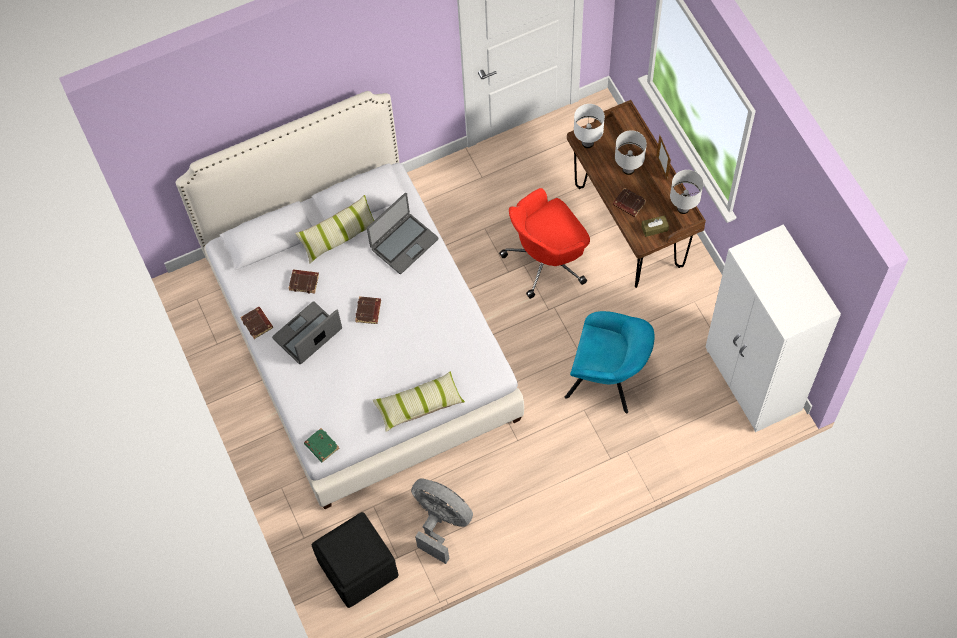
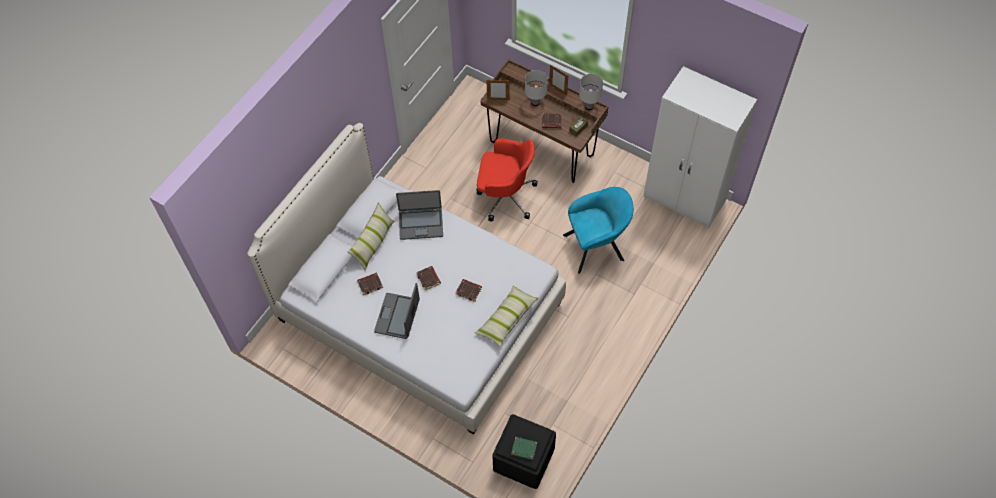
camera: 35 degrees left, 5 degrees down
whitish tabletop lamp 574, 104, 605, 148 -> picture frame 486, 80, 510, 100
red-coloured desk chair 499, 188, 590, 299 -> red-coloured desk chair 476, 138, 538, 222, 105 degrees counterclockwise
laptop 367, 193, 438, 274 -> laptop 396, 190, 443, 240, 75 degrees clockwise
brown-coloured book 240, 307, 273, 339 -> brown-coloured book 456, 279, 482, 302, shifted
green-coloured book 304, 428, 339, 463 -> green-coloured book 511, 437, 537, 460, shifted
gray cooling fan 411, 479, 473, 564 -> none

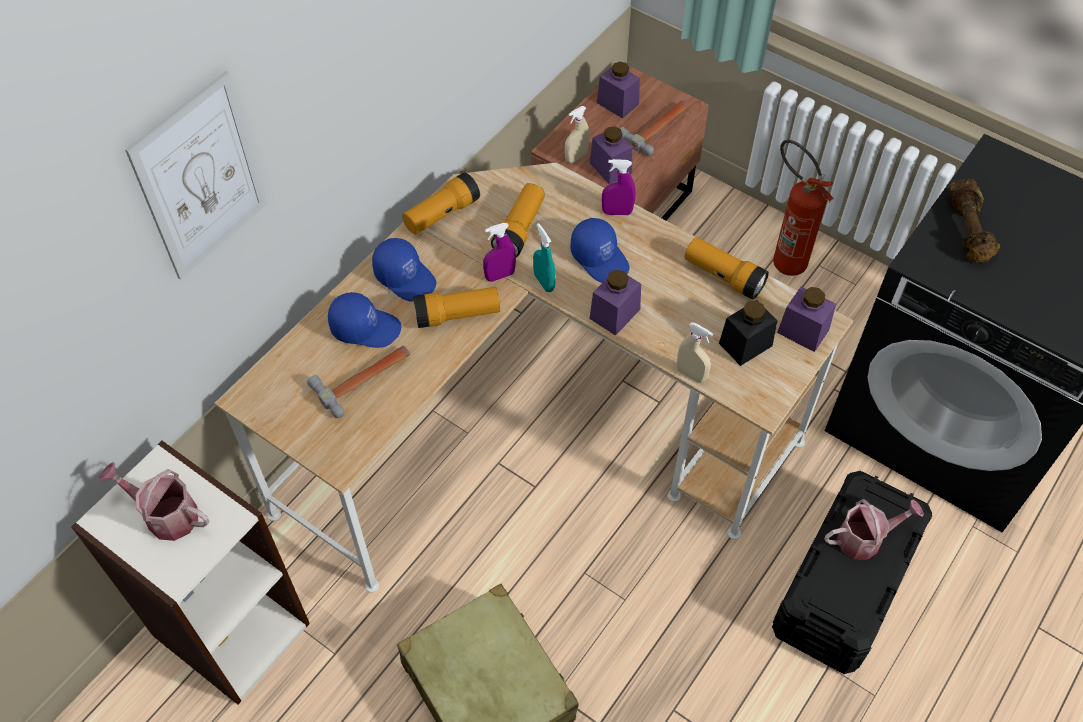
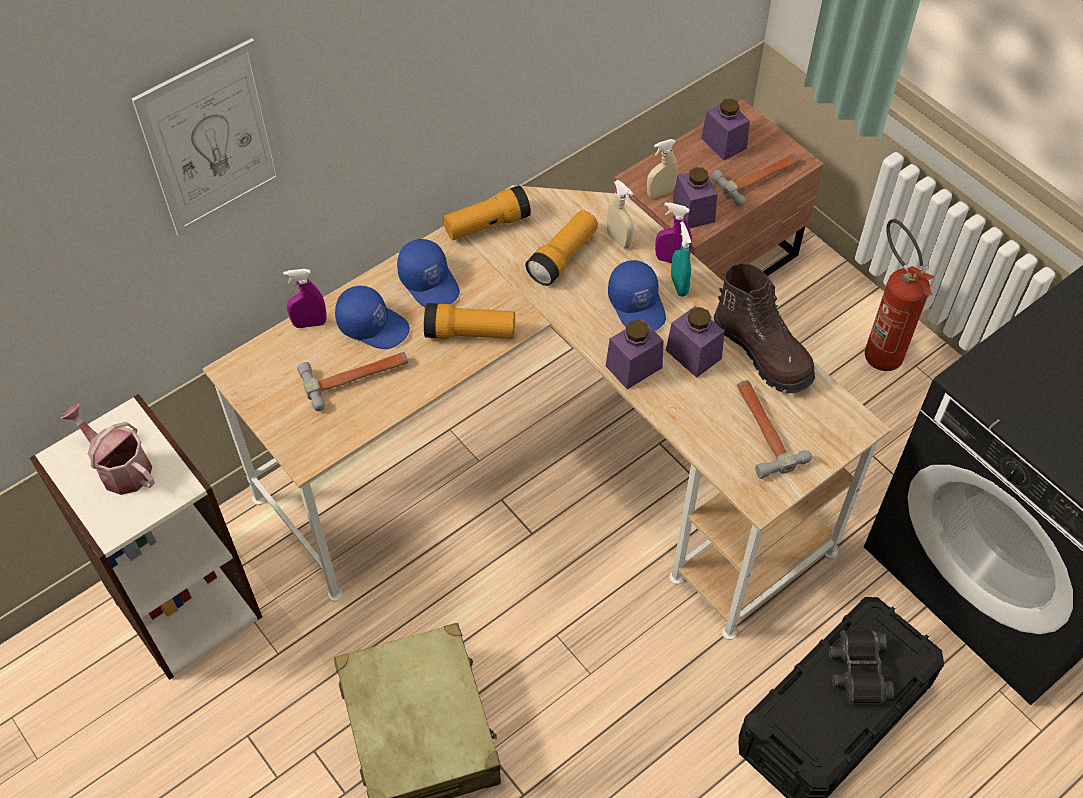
camera: 15 degrees right, 0 degrees up
brown-coloured hand weight 950, 179, 1000, 263 -> none
purple hand sprayer 483, 223, 516, 282 -> purple hand sprayer 283, 269, 327, 328, shifted
turquoise-coloured hand sprayer 533, 223, 555, 292 -> turquoise-coloured hand sprayer 671, 221, 692, 297, shifted
torch 685, 237, 769, 299 -> brown-coloured high-top boot 714, 263, 815, 393
purple storage jar 777, 287, 836, 352 -> purple storage jar 666, 306, 725, 378, shifted
blackish storage jar 719, 300, 778, 366 -> hammer 737, 380, 812, 479
sand-coloured hand sprayer 677, 322, 713, 383 -> sand-coloured hand sprayer 607, 180, 634, 248, shifted
watering can 824, 499, 924, 560 -> blackish pair of binoculars 829, 630, 894, 704

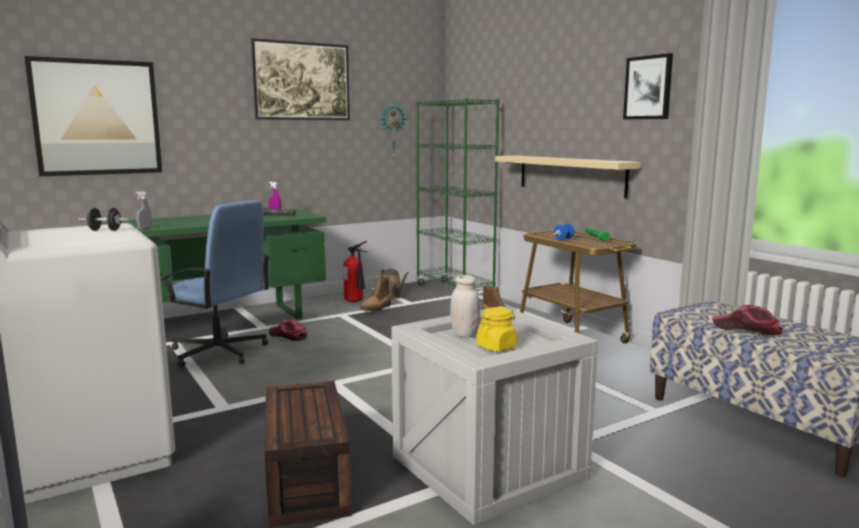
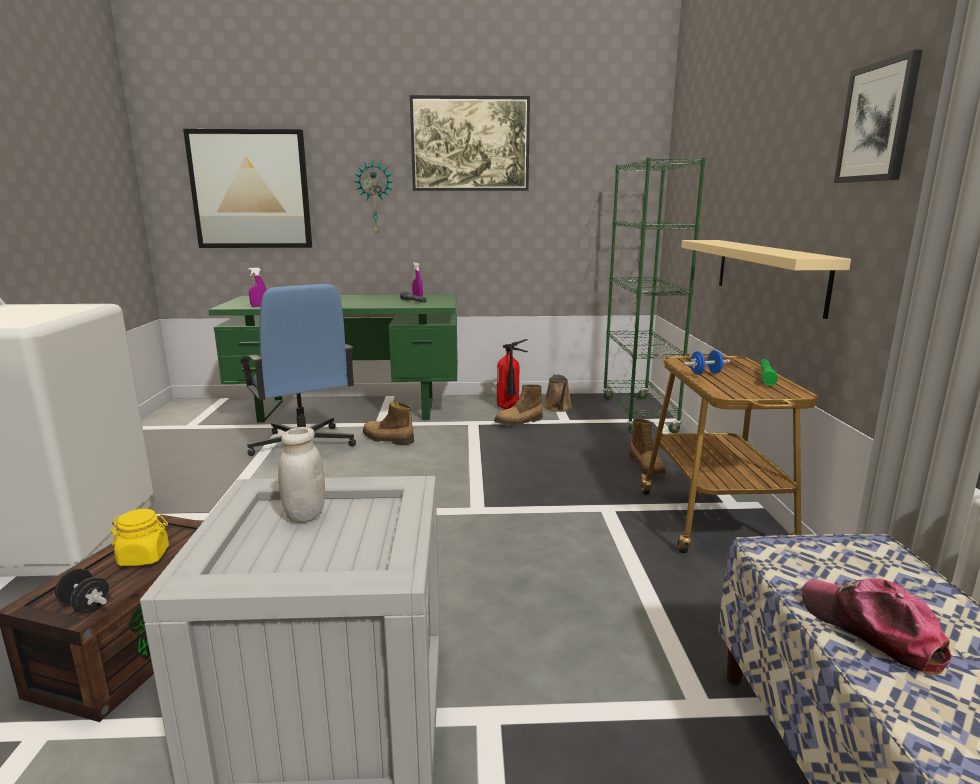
camera: 30 degrees right, 5 degrees up
hanging clock 380, 102, 406, 159 -> hanging clock 353, 161, 394, 236, shifted
gray hand sprayer 136, 191, 152, 230 -> purple hand sprayer 248, 267, 266, 307
blackish hand weight 79, 208, 130, 231 -> blackish hand weight 55, 568, 109, 613, shifted
yellow-coloured storage jar 477, 307, 517, 351 -> yellow-coloured storage jar 111, 509, 169, 566, shifted
peaked cap 269, 319, 307, 341 -> high-top boot 363, 401, 414, 445

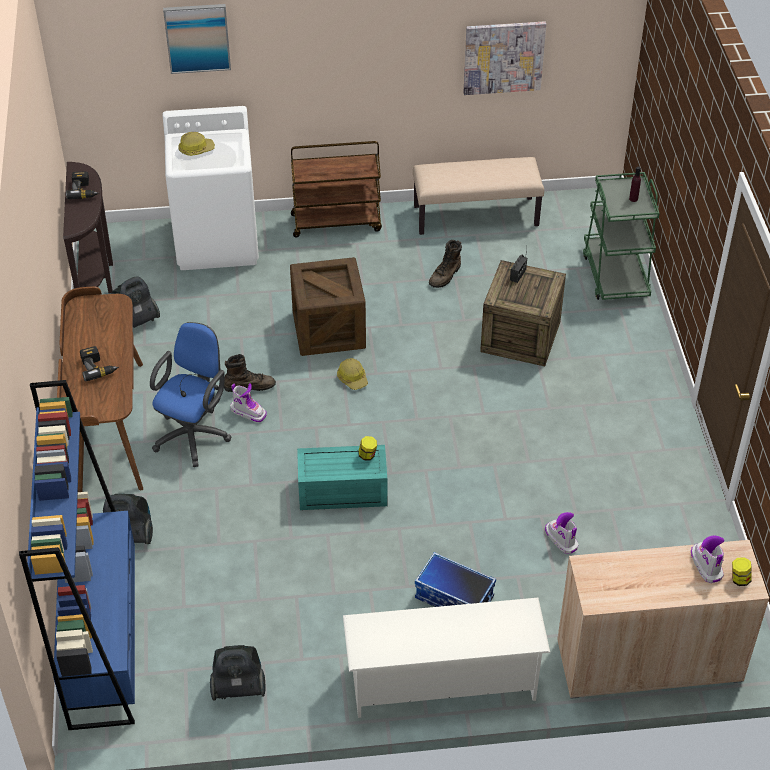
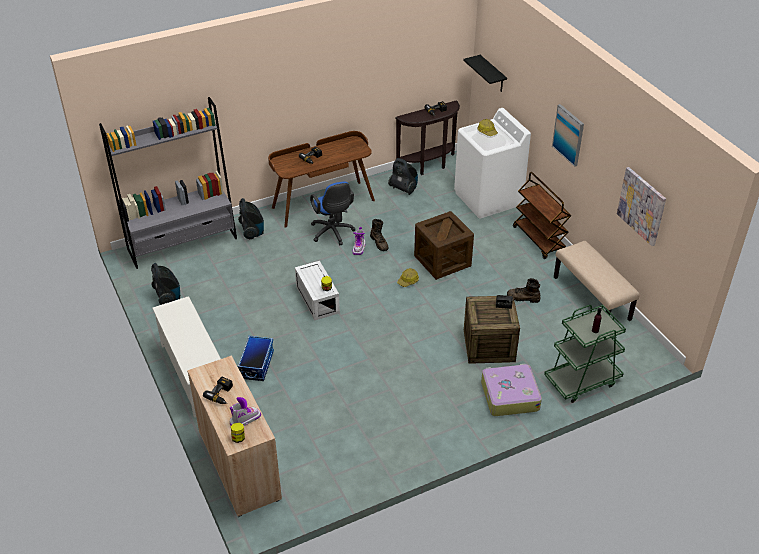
camera: 70 degrees right, 5 degrees down
wall picture 163, 4, 231, 74 -> wall picture 552, 104, 584, 167, shifted
bluish desk chair 150, 322, 231, 467 -> bluish desk chair 310, 182, 356, 245, 60 degrees clockwise
bluish bookcase 19, 380, 135, 730 -> gray bookcase 99, 97, 237, 269
turquoise-coloured storage container 297, 445, 387, 510 -> whitish storage container 295, 261, 340, 321
high-top boot 545, 512, 579, 554 -> none
none -> blackish bracket shelf 463, 55, 507, 92
none -> travel case 481, 364, 542, 416
none -> drill 203, 377, 233, 404

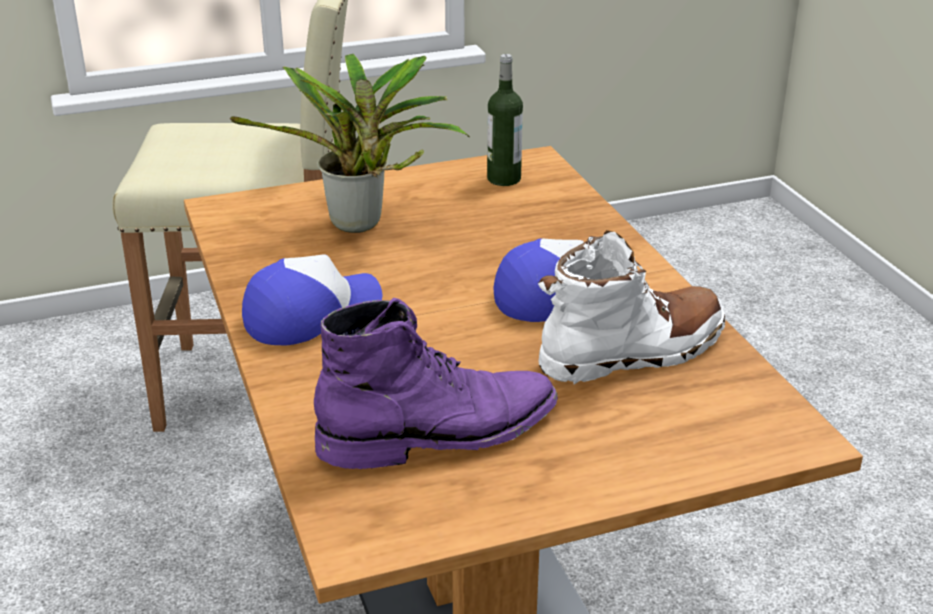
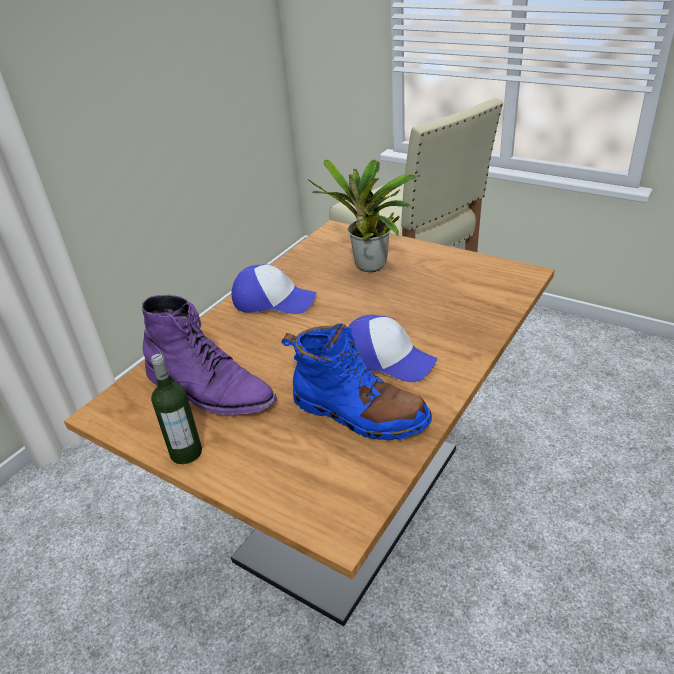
camera: 55 degrees right, 5 degrees up
beverage bottle 487, 54, 523, 186 -> beverage bottle 151, 354, 202, 464, shifted
whitish high-top boot 538, 230, 725, 385 -> bluish high-top boot 281, 323, 432, 440

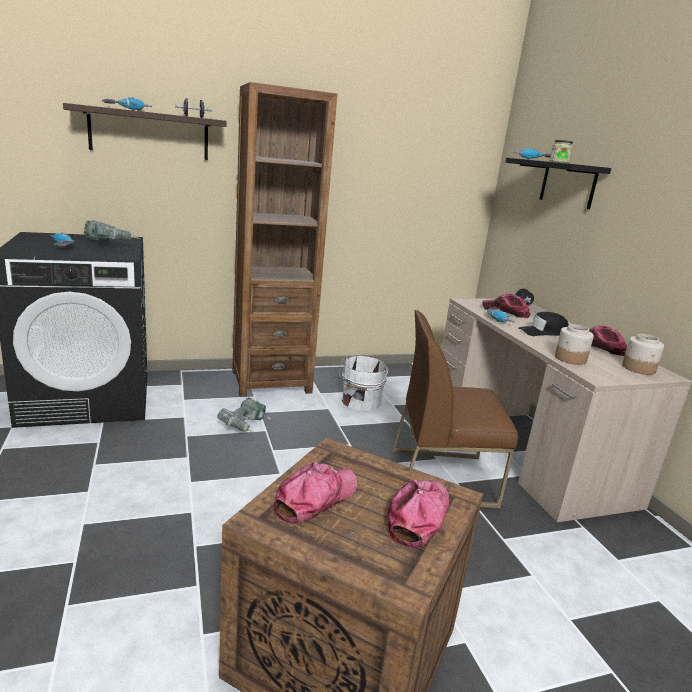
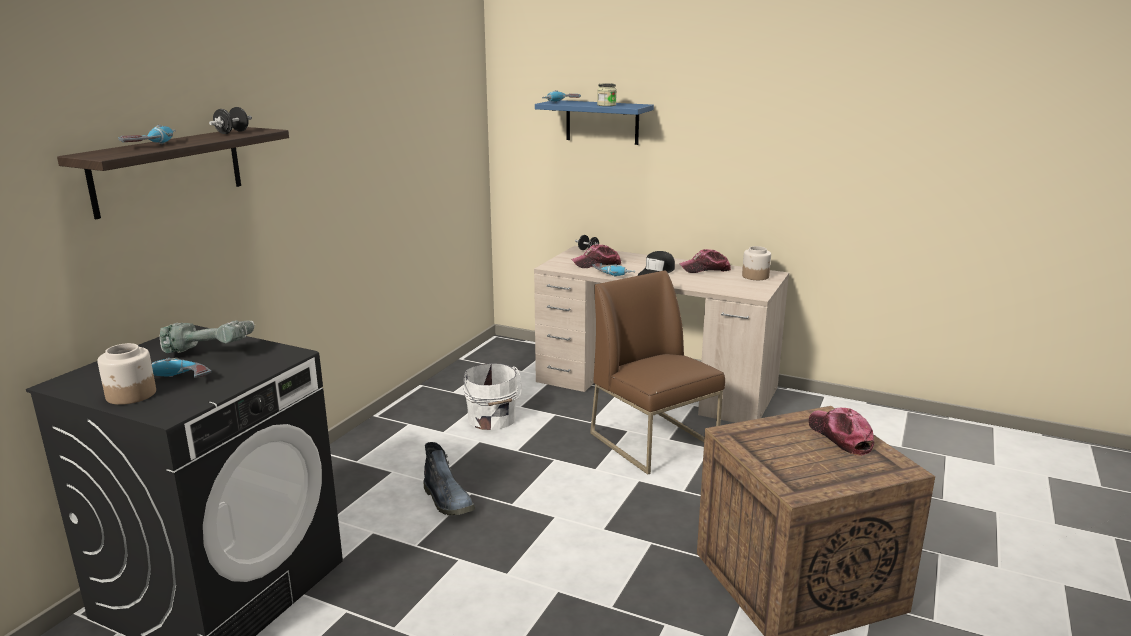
camera: 45 degrees left, 0 degrees up
brown-coloured bookcase 232, 82, 337, 397 -> none
blackish bracket shelf 505, 158, 611, 209 -> bluish bracket shelf 535, 100, 654, 145
brown-coloured plain chair 392, 310, 518, 509 -> brown-coloured plain chair 590, 270, 725, 474, 105 degrees clockwise
storage jar 555, 324, 594, 365 -> storage jar 97, 343, 156, 405, shifted
drill 218, 398, 272, 433 -> high-top boot 423, 442, 475, 516
peaked cap 272, 462, 357, 524 -> none

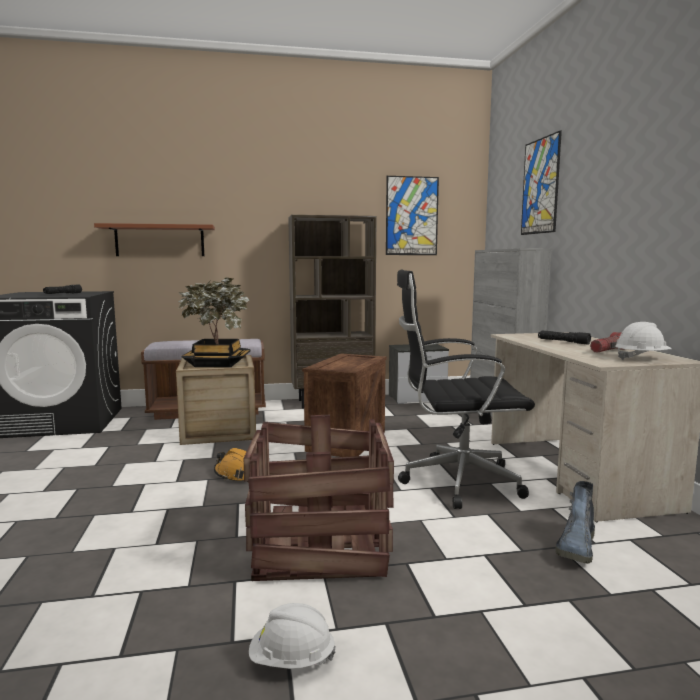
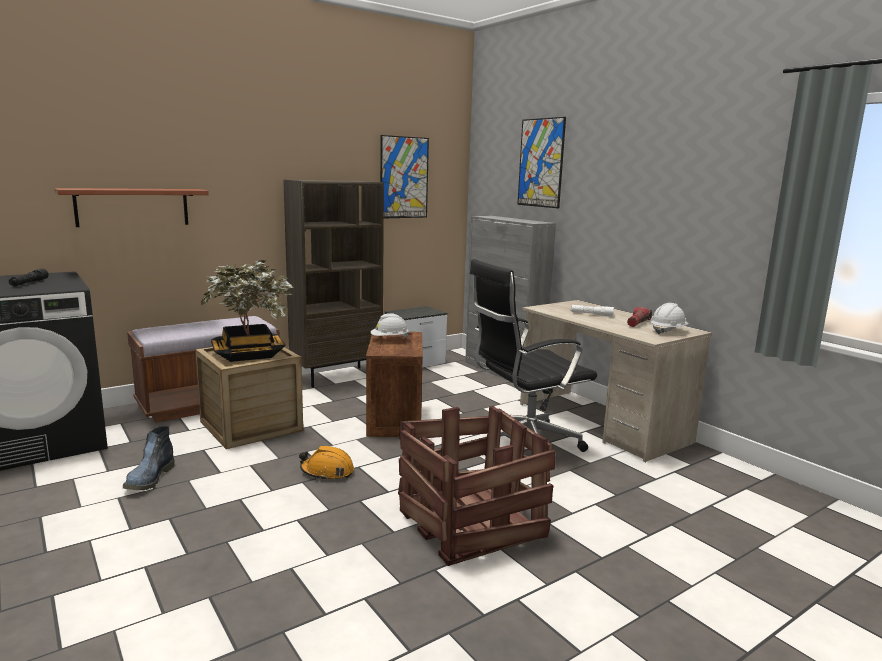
camera: 25 degrees left, 5 degrees up
blackish torch 538, 330, 591, 345 -> whitish torch 571, 305, 614, 317
high-top boot 555, 481, 595, 564 -> high-top boot 123, 426, 175, 490, shifted
whitish safety helmet 249, 603, 336, 669 -> whitish safety helmet 371, 313, 409, 338, shifted

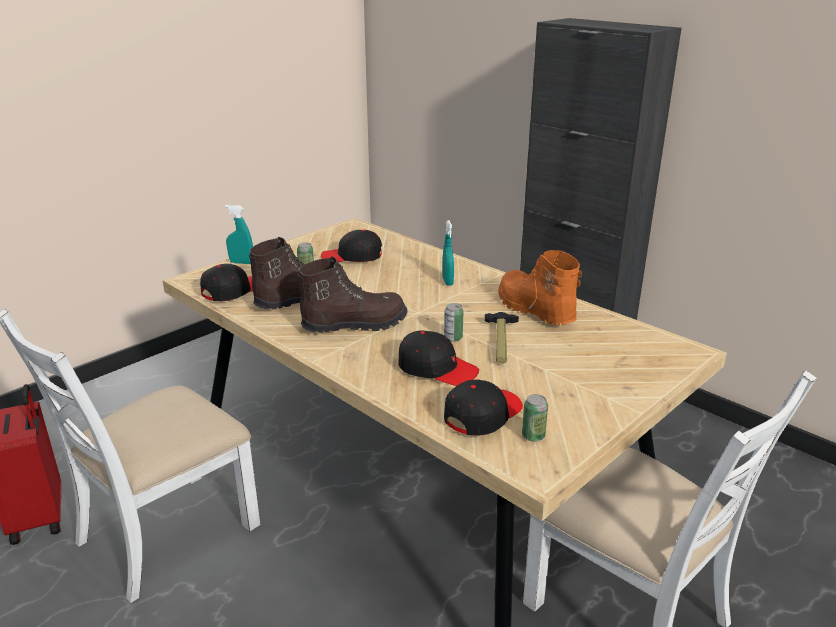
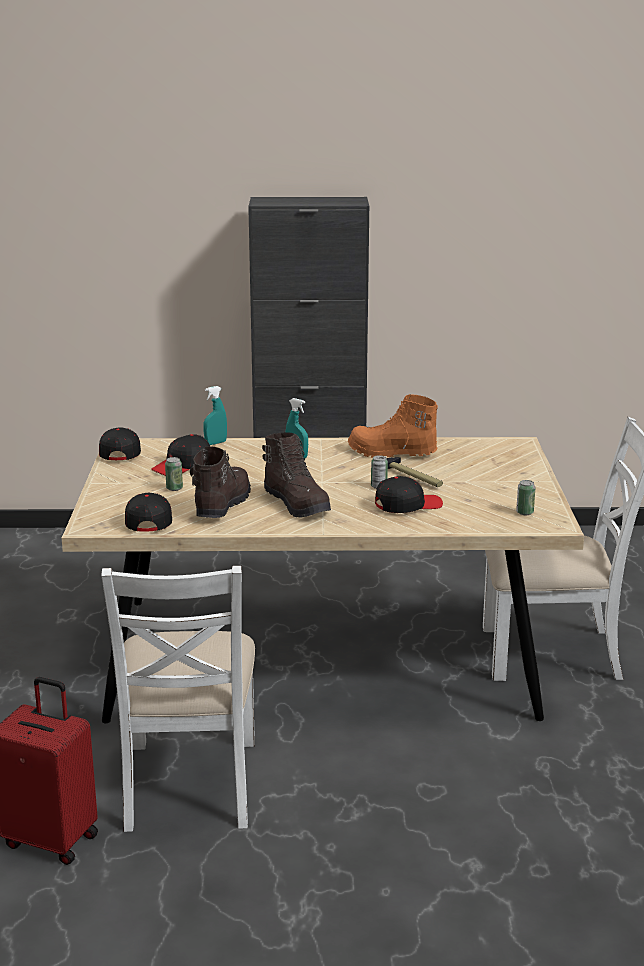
camera: 45 degrees left, 5 degrees down
turquoise-coloured hand sprayer 225, 205, 253, 264 -> turquoise-coloured hand sprayer 203, 386, 227, 445, shifted
brown-coloured high-top boot 298, 256, 407, 333 -> brown-coloured high-top boot 262, 432, 331, 518, 120 degrees clockwise
blackish peaked cap 444, 379, 523, 436 -> blackish peaked cap 99, 427, 141, 460, shifted

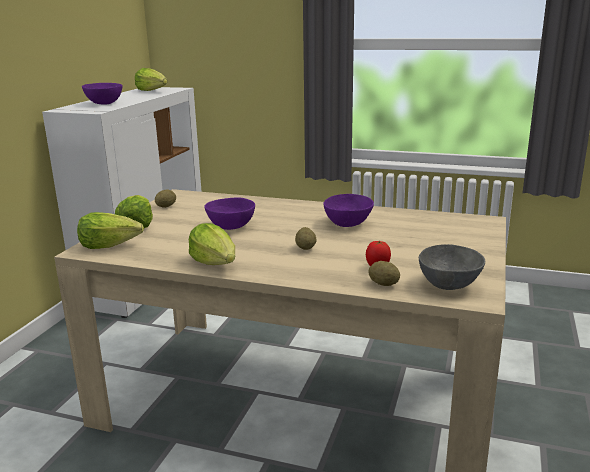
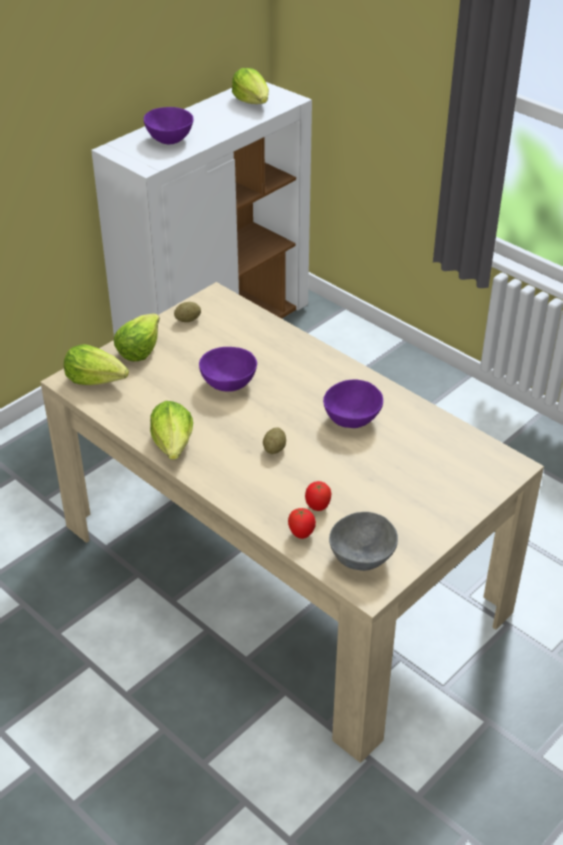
camera: 25 degrees right, 20 degrees up
potato 368, 261, 400, 286 -> fresh tomato 288, 508, 316, 539

